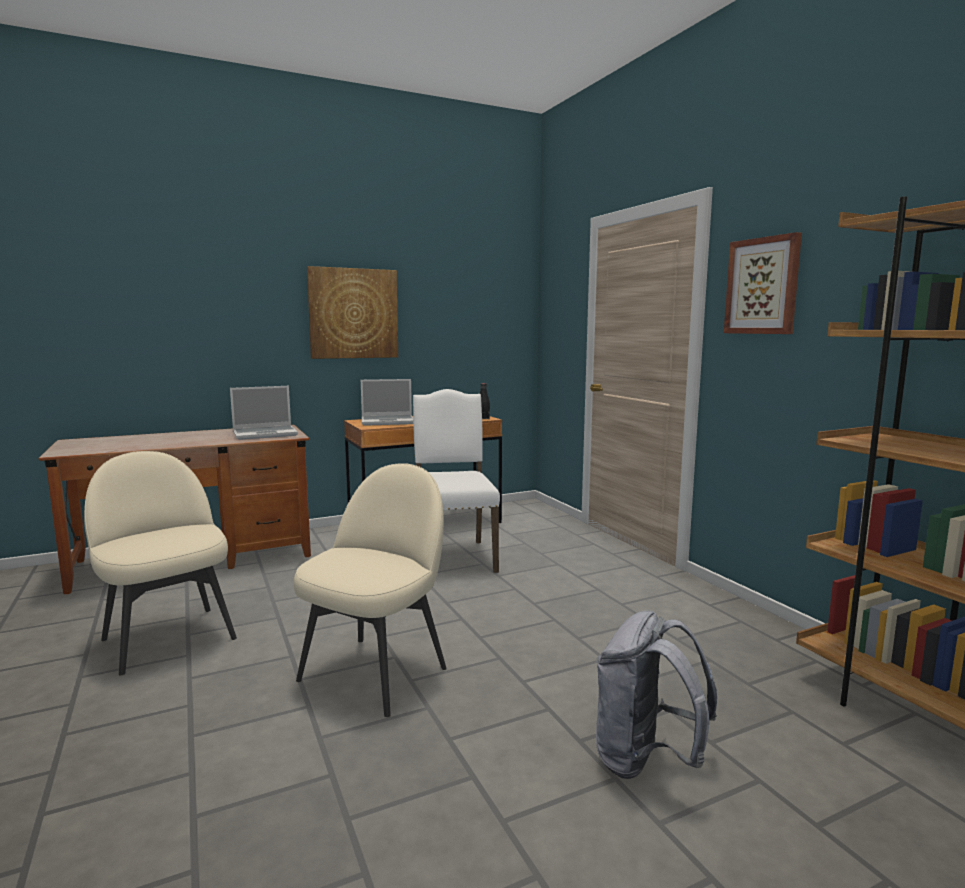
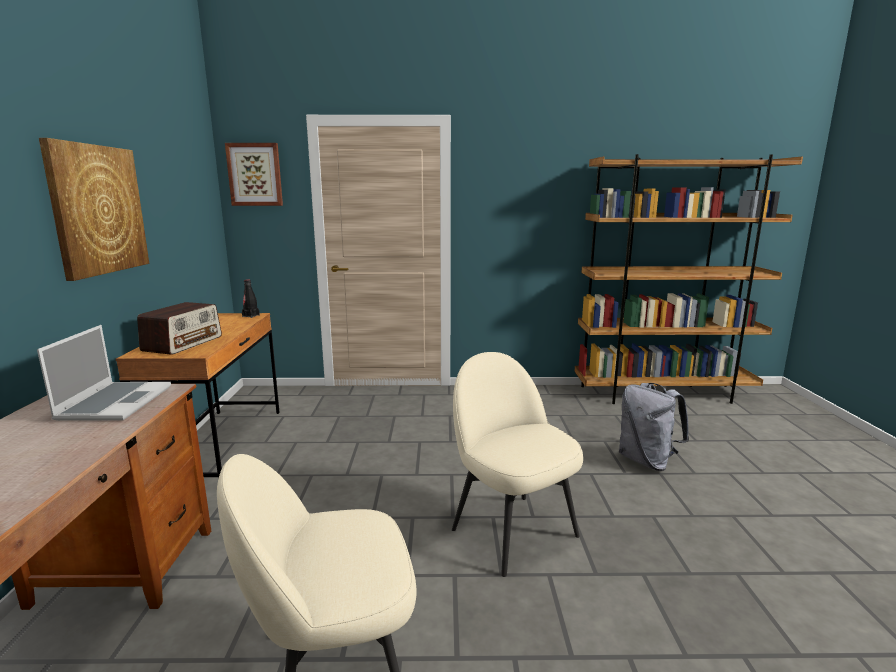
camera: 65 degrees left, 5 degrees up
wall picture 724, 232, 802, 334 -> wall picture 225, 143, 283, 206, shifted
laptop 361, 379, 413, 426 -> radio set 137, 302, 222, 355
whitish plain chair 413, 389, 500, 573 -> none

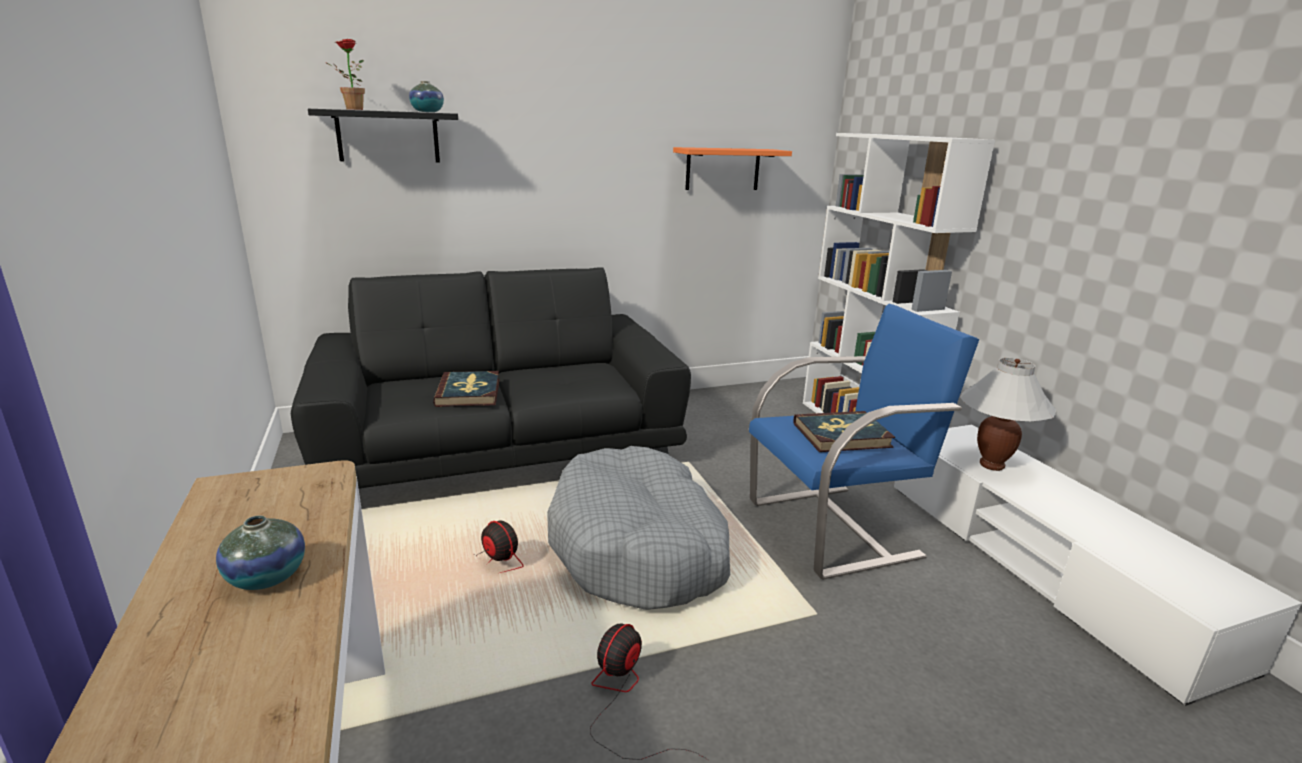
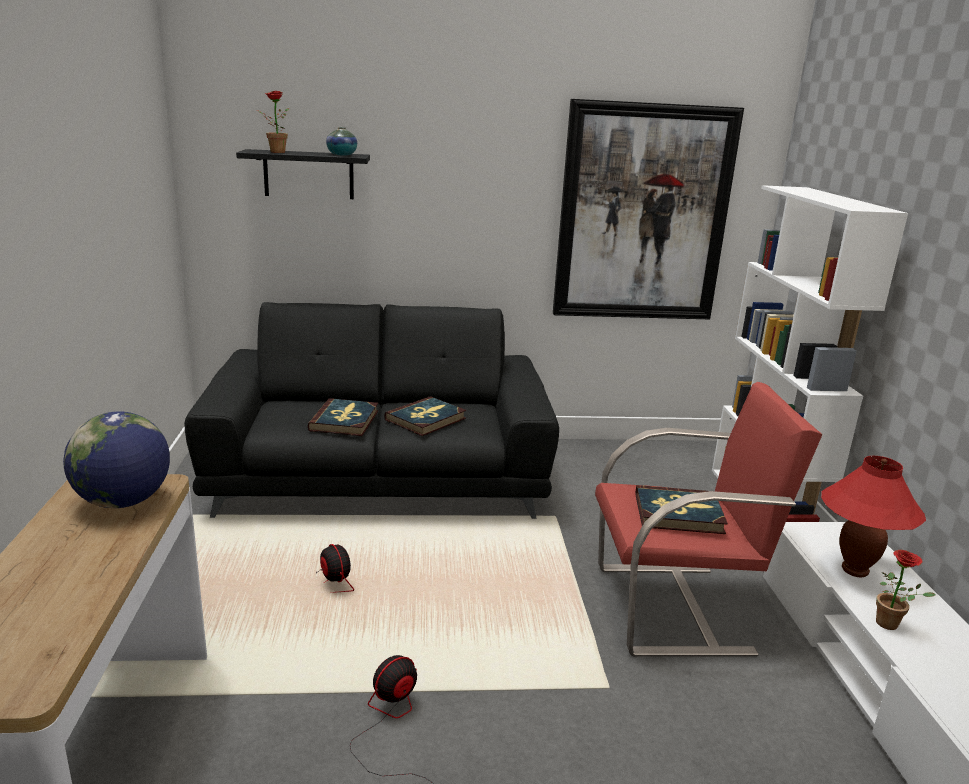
camera: 15 degrees right, 0 degrees up
orangey bracket shelf 673, 147, 792, 190 -> wall picture 553, 99, 744, 319
bluish lounge chair 749, 304, 979, 580 -> red-coloured lounge chair 595, 382, 823, 657
whitish tabletop lamp 960, 358, 1056, 471 -> red-coloured tabletop lamp 821, 456, 926, 577
gray dog cushion 547, 446, 730, 610 -> none
decorative vase 216, 516, 305, 590 -> none
none -> book 384, 396, 466, 436
none -> globe 63, 411, 170, 508
none -> potted plant 876, 550, 936, 630

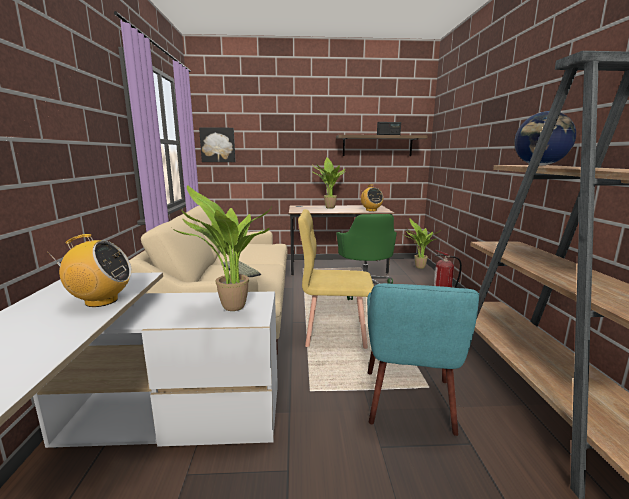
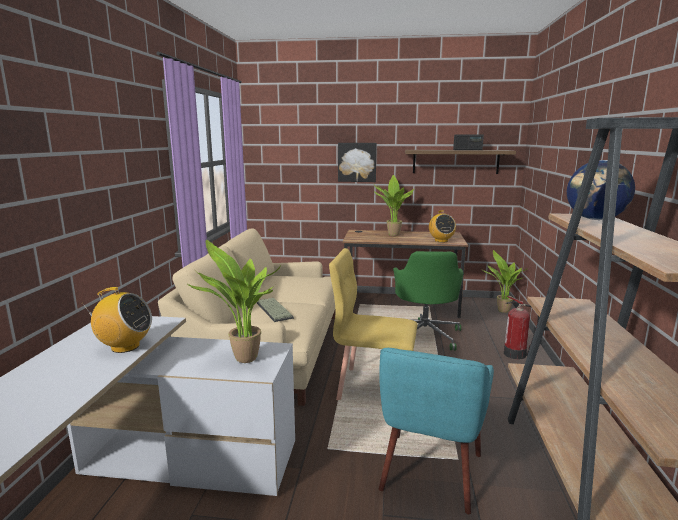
camera: 10 degrees right, 0 degrees up
wall picture 199, 127, 236, 162 -> wall picture 338, 143, 377, 182, shifted

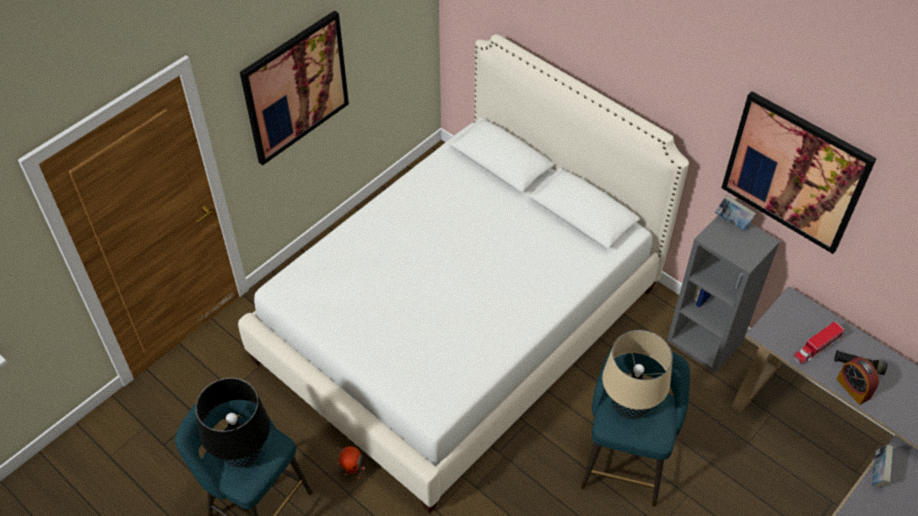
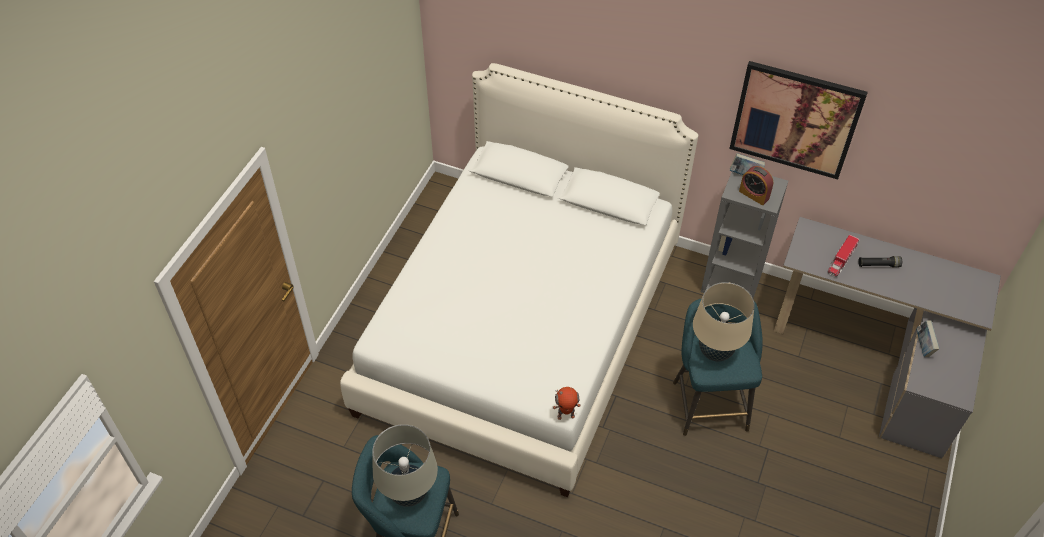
camera: 20 degrees left, 0 degrees up
wall picture 240, 10, 349, 165 -> none
alarm clock 836, 357, 879, 405 -> alarm clock 739, 166, 773, 205, shifted
blackish tabletop lamp 195, 378, 270, 468 -> sand-coloured tabletop lamp 372, 424, 438, 507
toy robot 337, 446, 365, 479 -> toy robot 553, 387, 581, 420, shifted

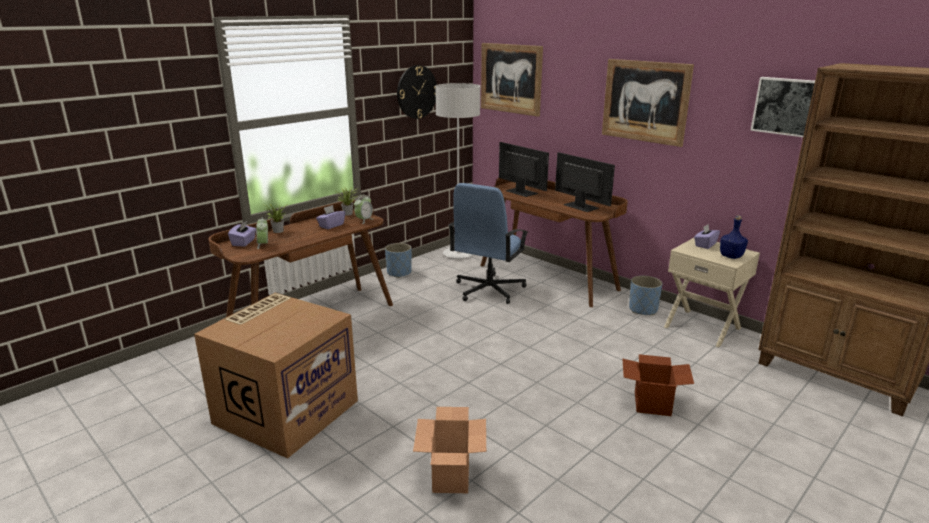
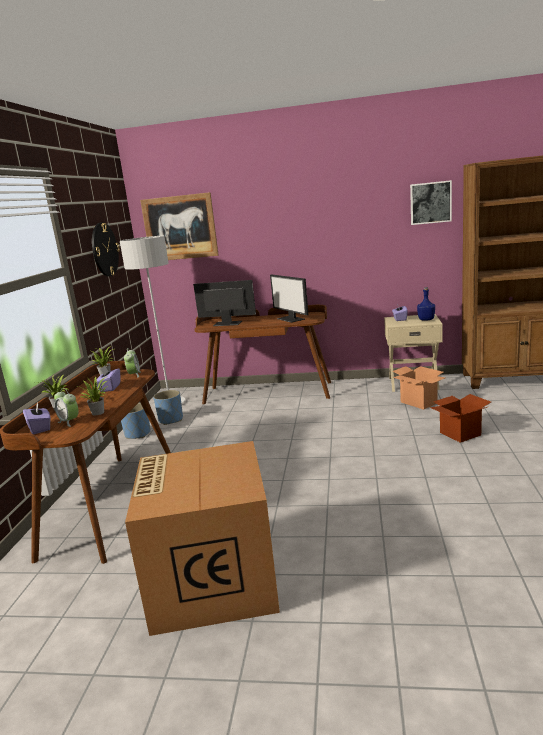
camera: 35 degrees left, 5 degrees down
wall picture 602, 59, 694, 147 -> none
computer screen 555, 152, 615, 212 -> computer screen 270, 274, 308, 323, 135 degrees counterclockwise
bluish desk chair 449, 183, 529, 304 -> none
bluish planter 629, 276, 662, 315 -> bluish planter 153, 390, 183, 425, shifted
packing box 413, 407, 486, 493 -> packing box 393, 366, 445, 410, shifted
none -> potted plant 78, 376, 108, 415

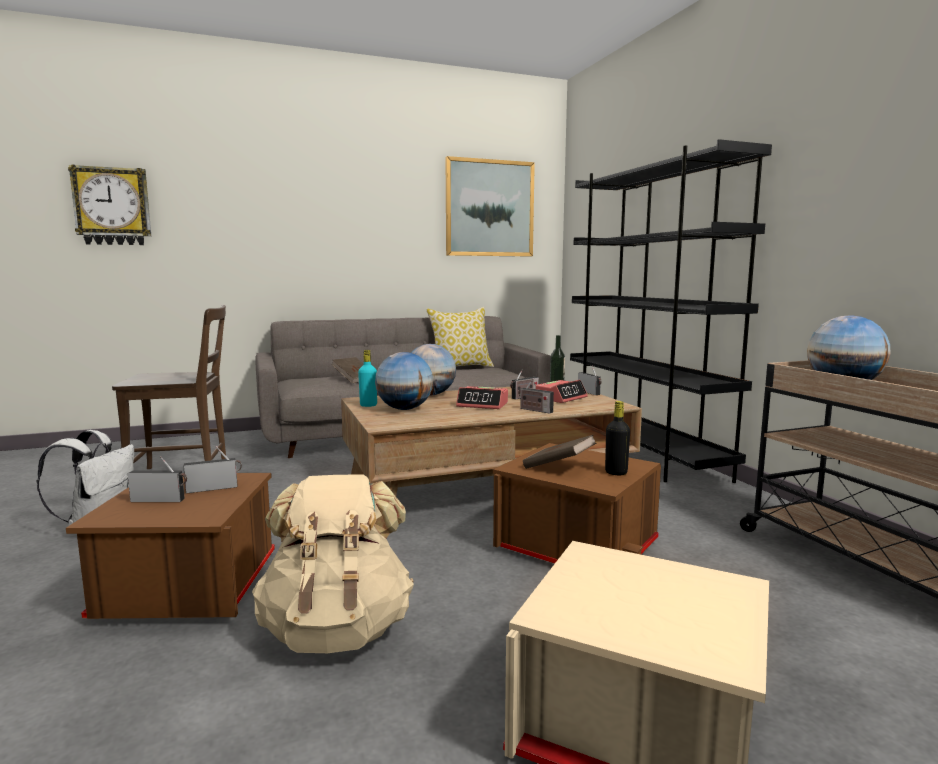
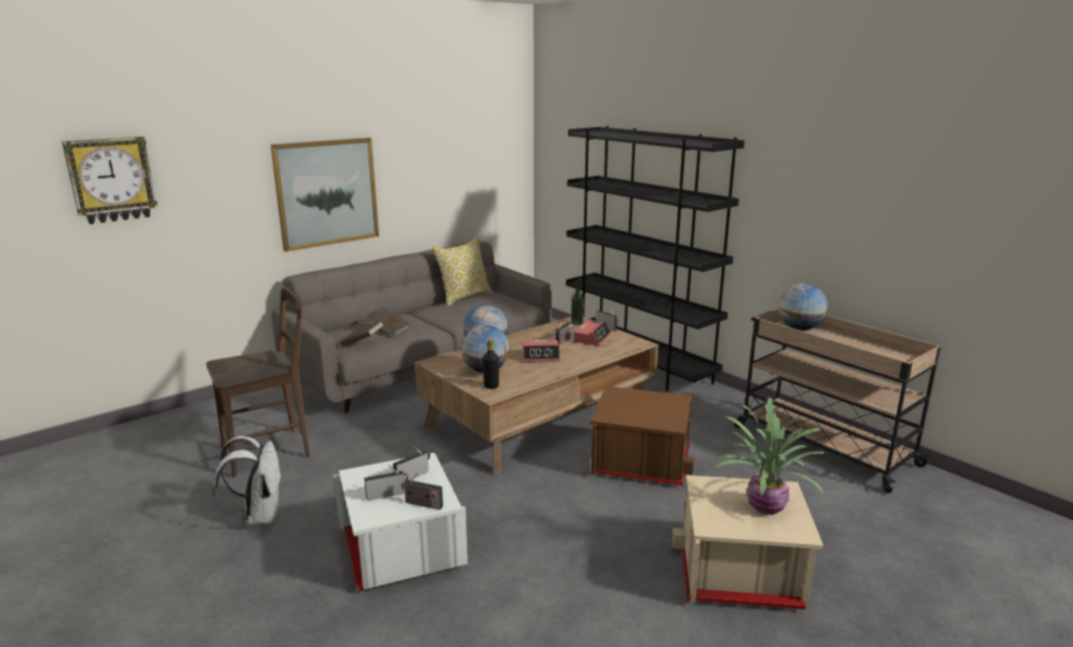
camera: 20 degrees left, 10 degrees up
wall picture 446, 156, 535, 256 -> wall picture 270, 138, 379, 252, shifted
turquoise-coloured beverage bottle 358, 350, 377, 407 -> none
radio set 518, 379, 554, 414 -> radio set 401, 473, 443, 510, shifted
blackish beverage bottle 605, 401, 630, 475 -> blackish beverage bottle 483, 339, 499, 389, shifted
brown-coloured book 523, 435, 596, 469 -> brown-coloured book 340, 321, 383, 346, shifted
brown-coloured storage container 66, 473, 275, 619 -> whitish storage container 333, 453, 468, 590
sand-coloured knapsack 252, 474, 414, 653 -> none
none -> potted plant 711, 397, 828, 515

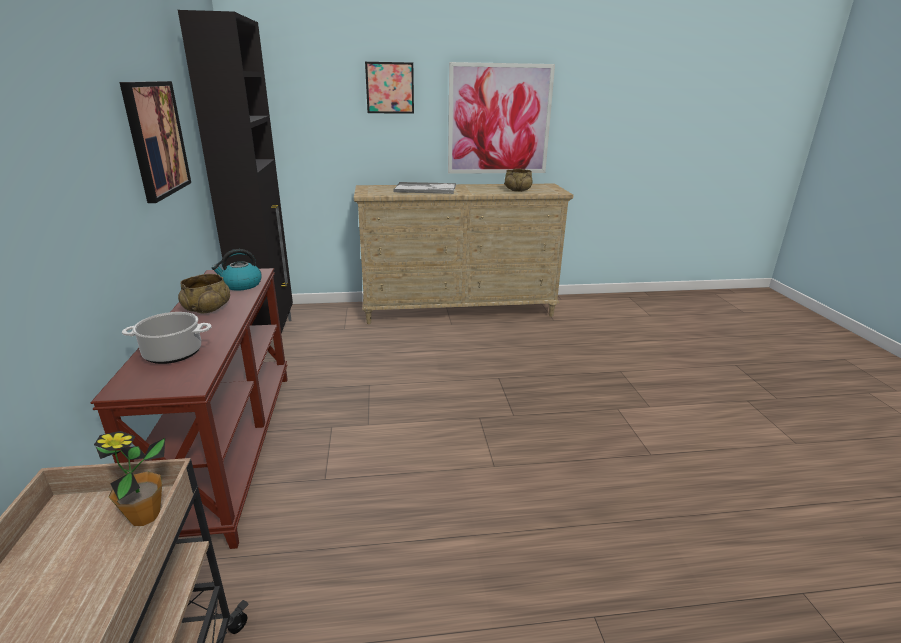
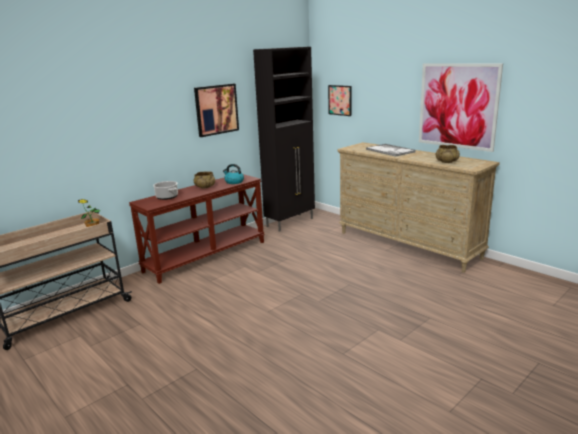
camera: 55 degrees right, 5 degrees down
wall picture 365, 62, 414, 114 -> wall picture 328, 85, 351, 116, shifted

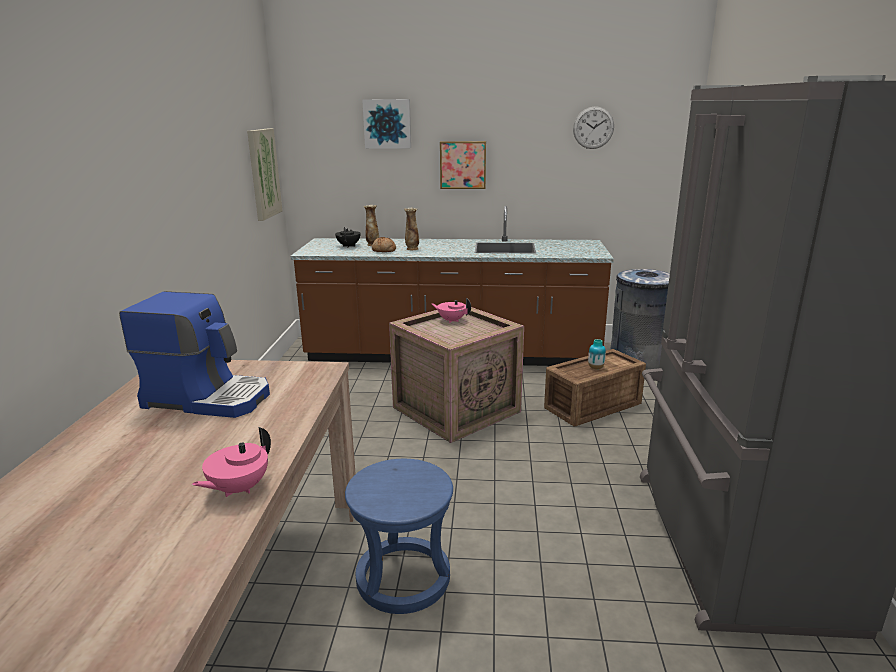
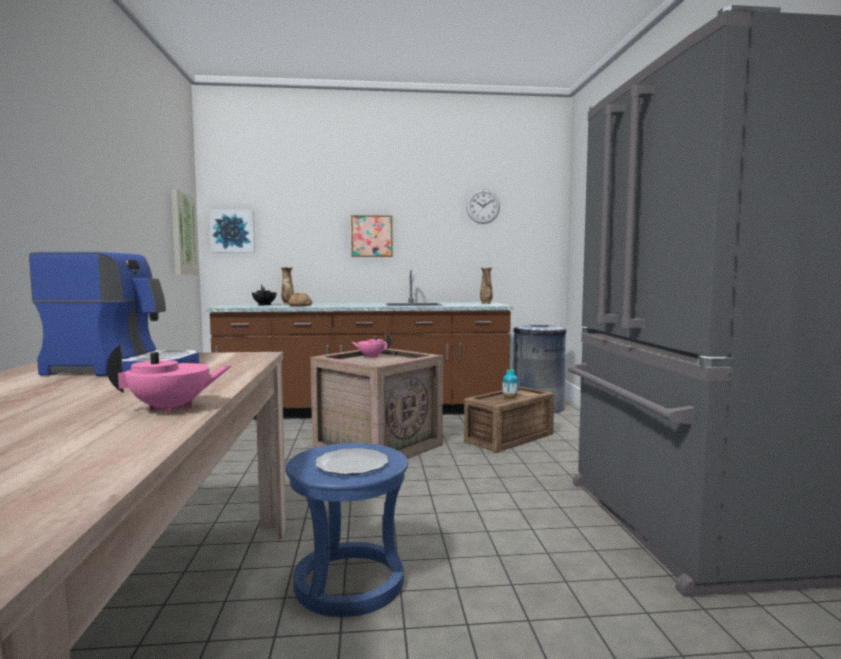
camera: 10 degrees left, 15 degrees down
wall picture 362, 99, 411, 149 -> wall picture 209, 209, 255, 253, shifted
decorative vase 404, 208, 419, 250 -> decorative vase 480, 267, 493, 304, shifted
pinkish tea pot 192, 427, 271, 497 -> pinkish tea pot 107, 344, 231, 414, 135 degrees counterclockwise
none -> plate 315, 448, 389, 475

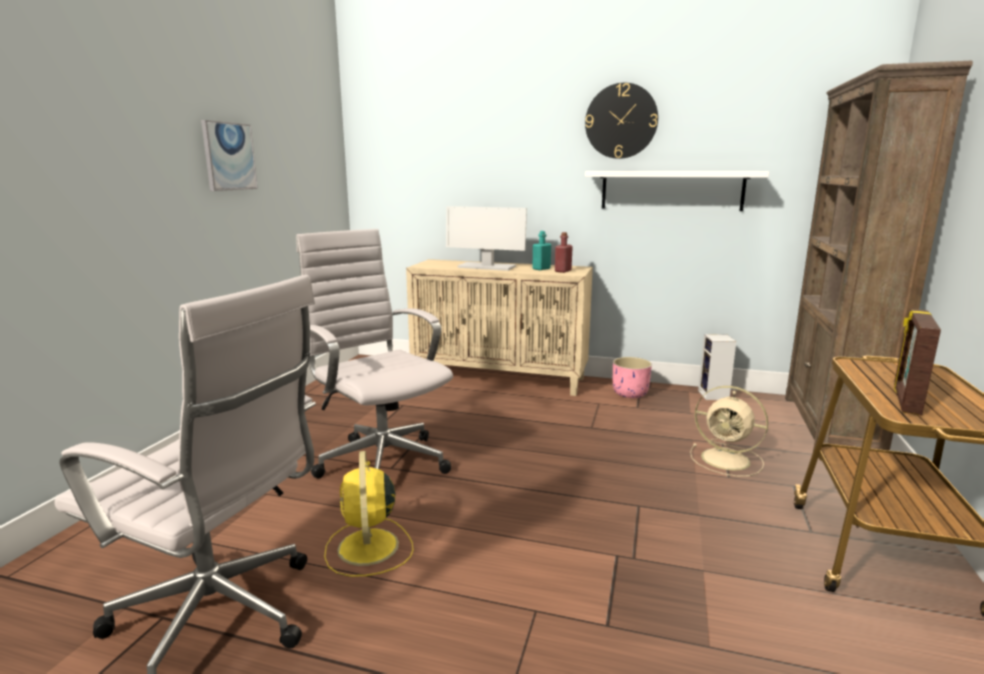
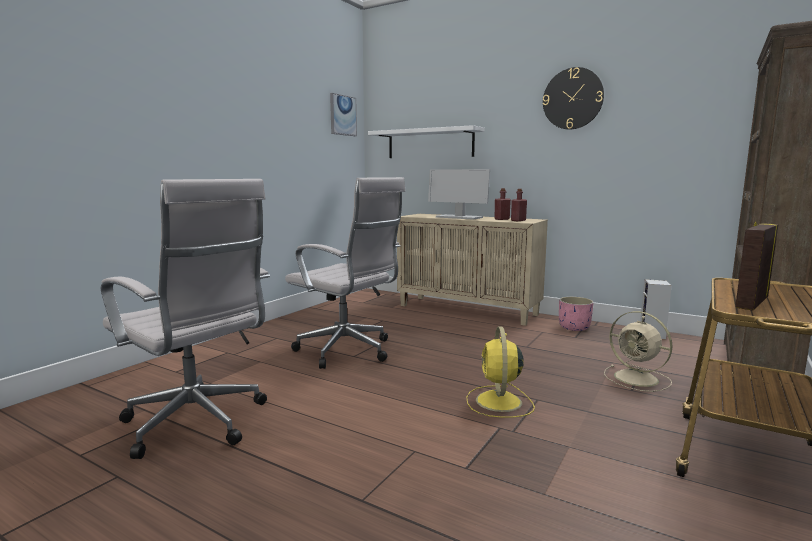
camera: 15 degrees right, 5 degrees down
wall picture 201, 120, 258, 191 -> wall picture 330, 93, 357, 136, shifted
whitish bracket shelf 585, 171, 769, 211 -> whitish bracket shelf 368, 125, 485, 158, shifted
whitish desk chair 296, 229, 453, 478 -> whitish desk chair 285, 177, 405, 369, 150 degrees clockwise
turquoise-coloured beverage bottle 532, 231, 551, 270 -> red-coloured beverage bottle 494, 188, 511, 220
yellow-coloured cooling fan 324, 451, 413, 577 -> yellow-coloured cooling fan 467, 327, 535, 418, shifted

